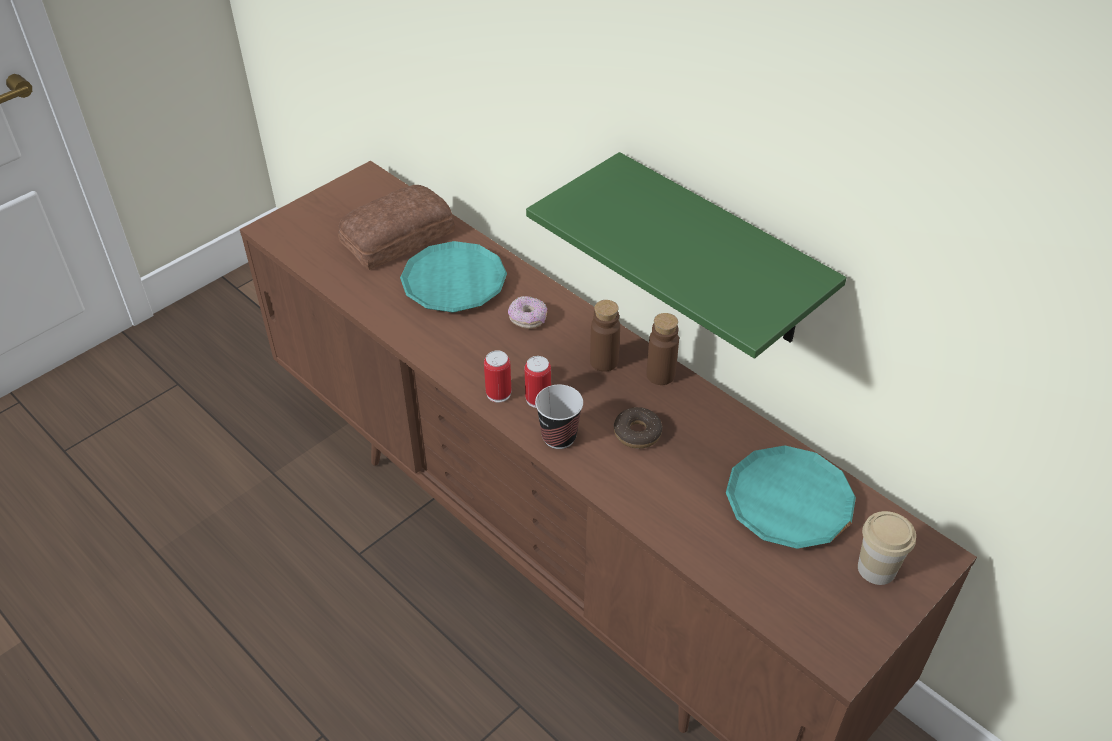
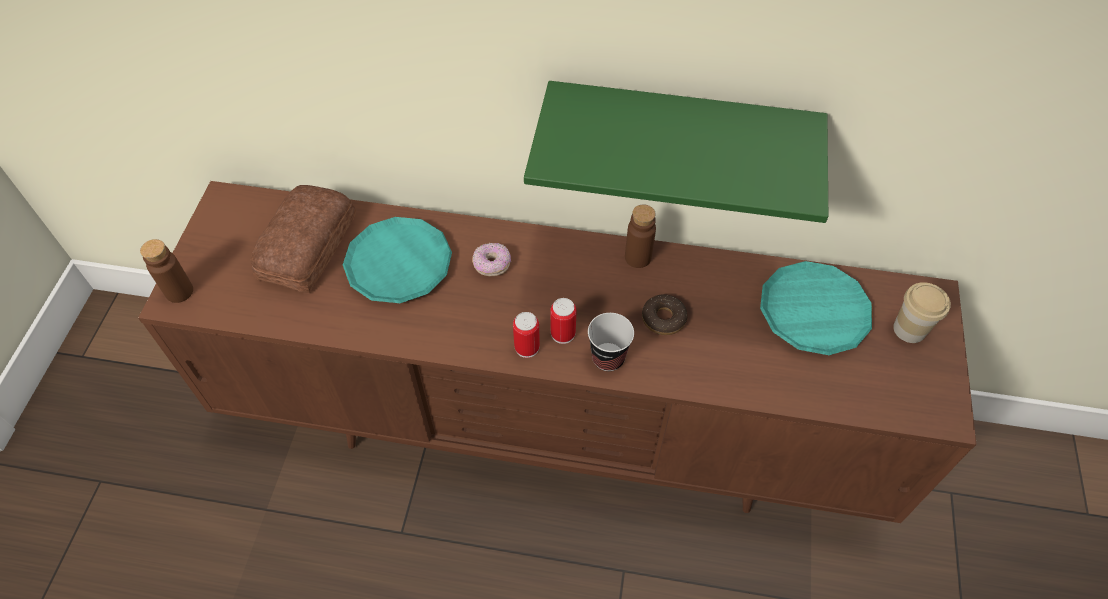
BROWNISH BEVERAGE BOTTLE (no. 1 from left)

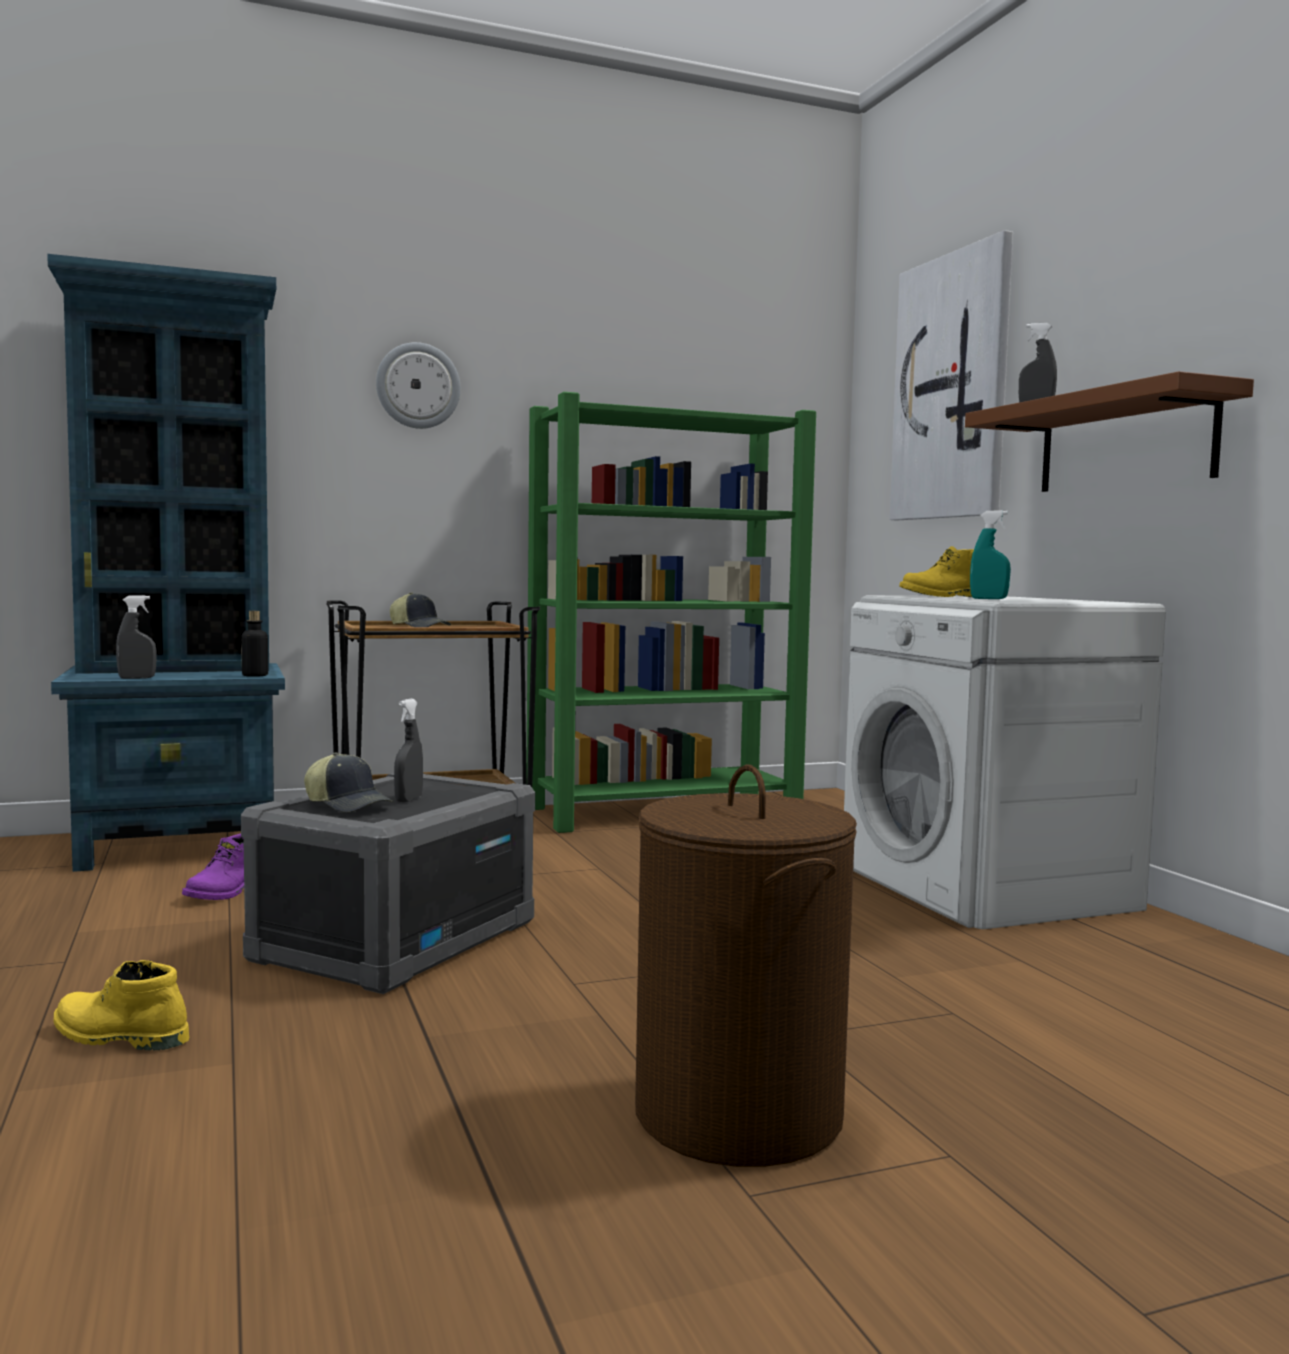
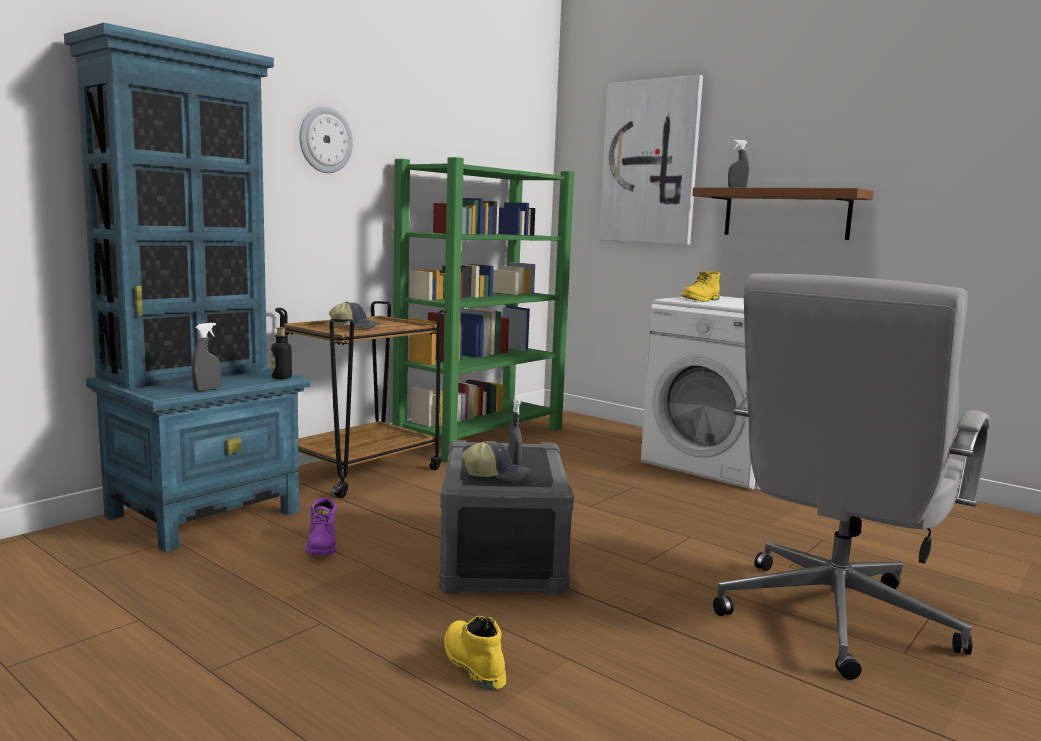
YELLOW BOOT (no. 1 from left)
GRAY DESK CHAIR
BLUE-GREEN SPRAY BOTTLE

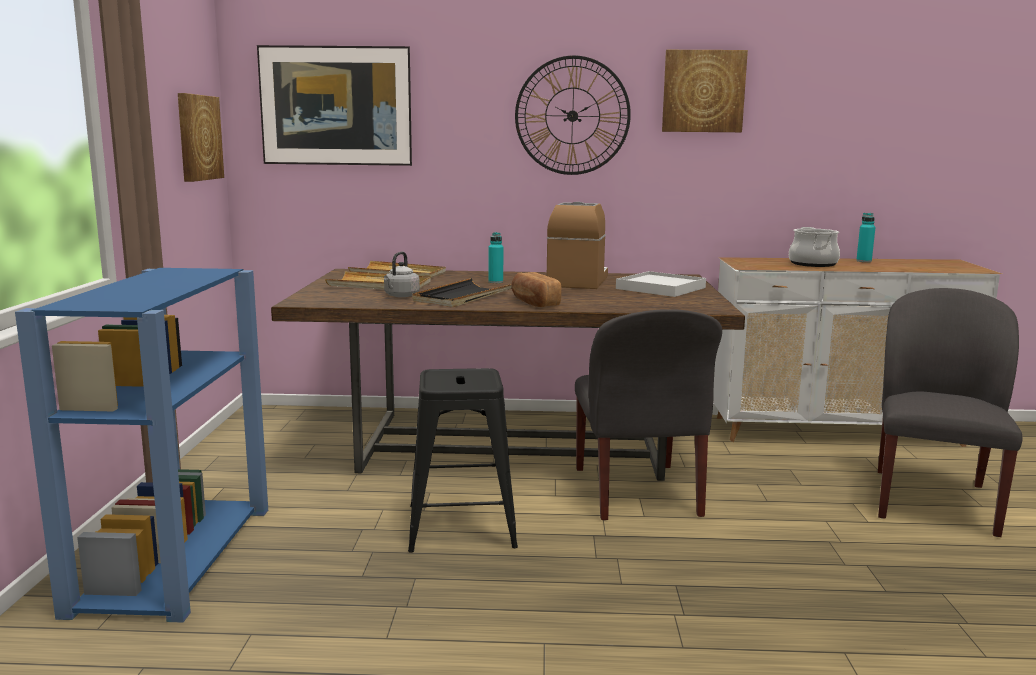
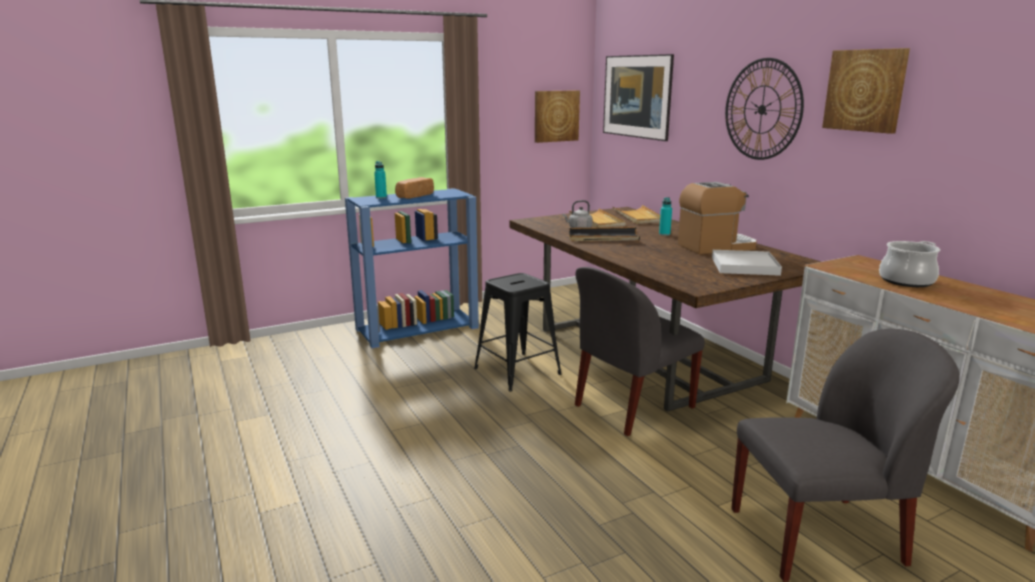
BAKERY BREAD
BLUE-GREEN BEVERAGE BOTTLE (no. 1 from left)

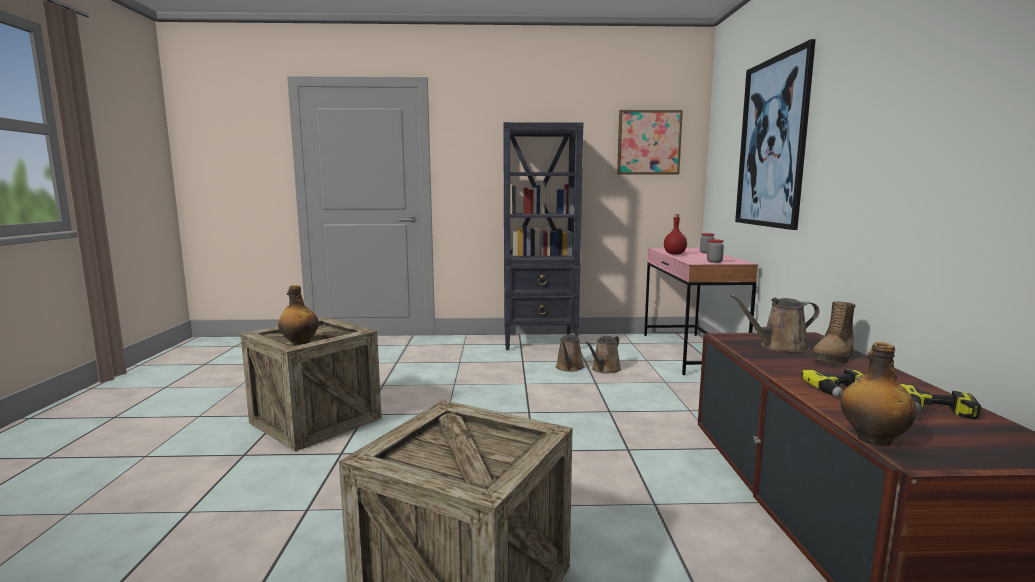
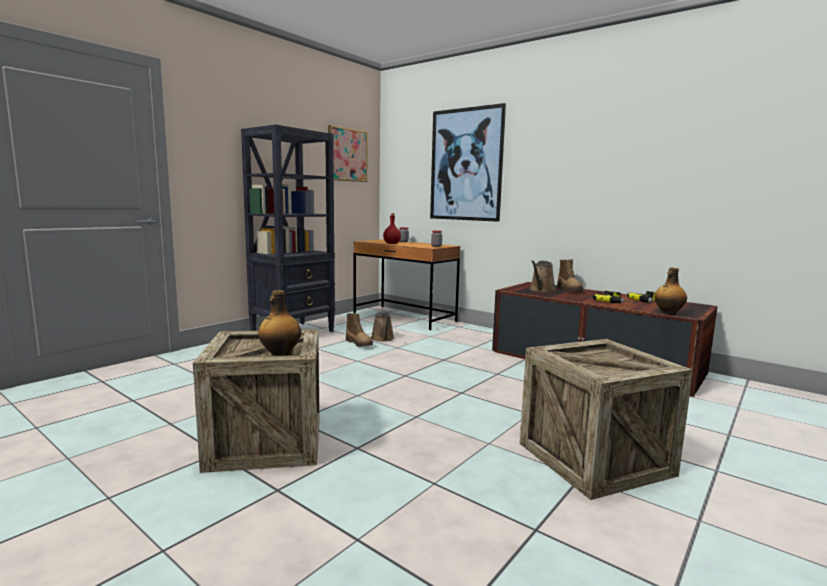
BOOT (no. 1 from left)
BROWNISH DESK TABLE

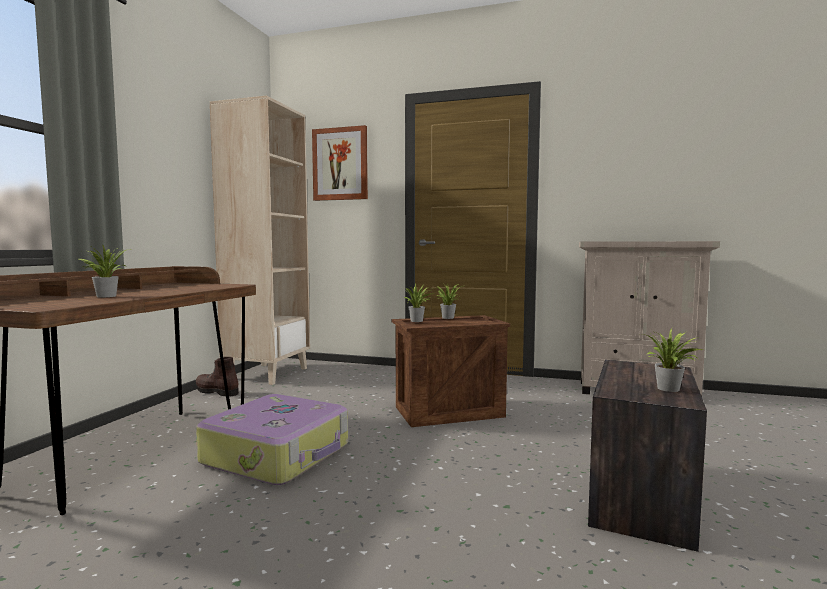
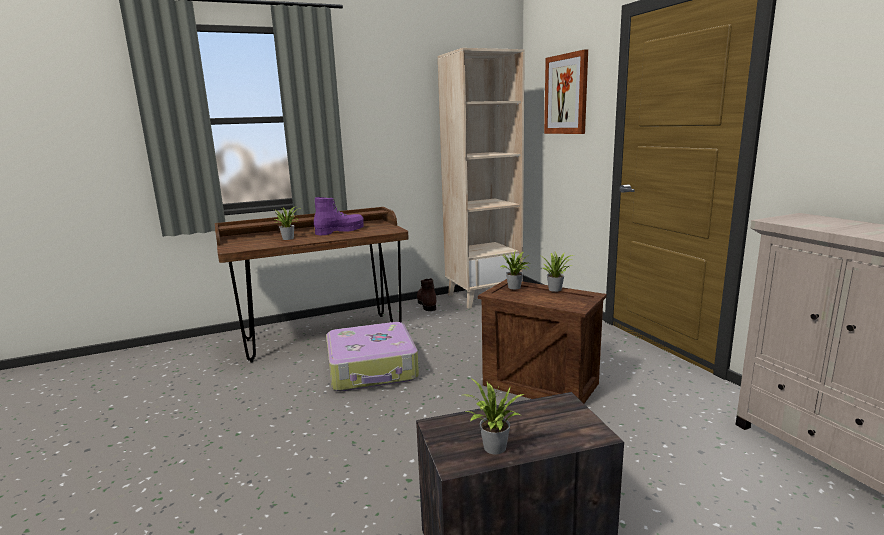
PURPLE BOOT

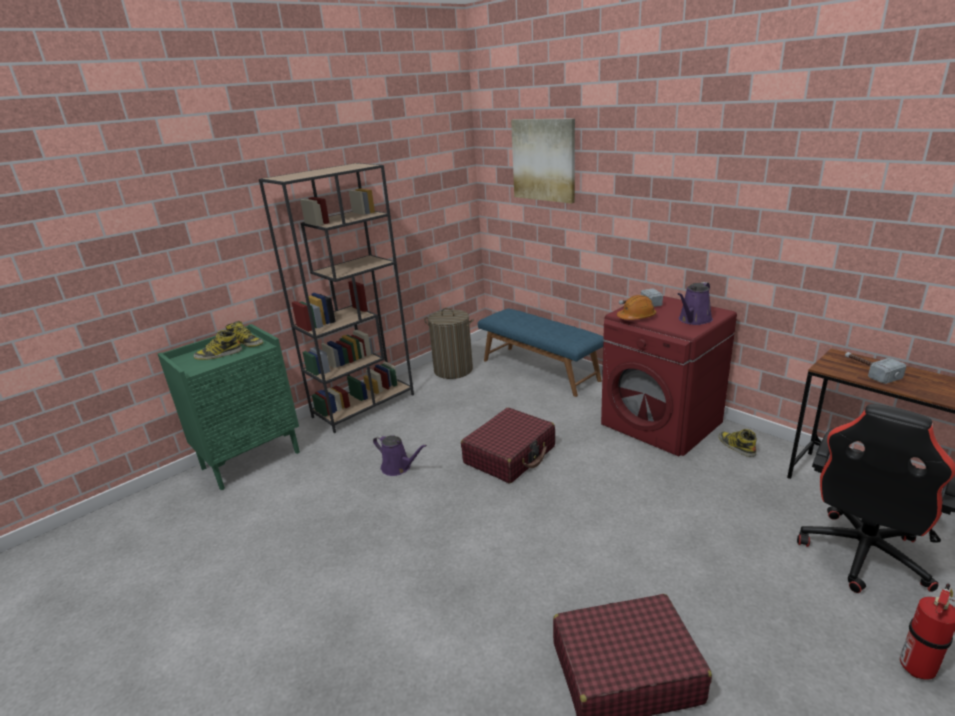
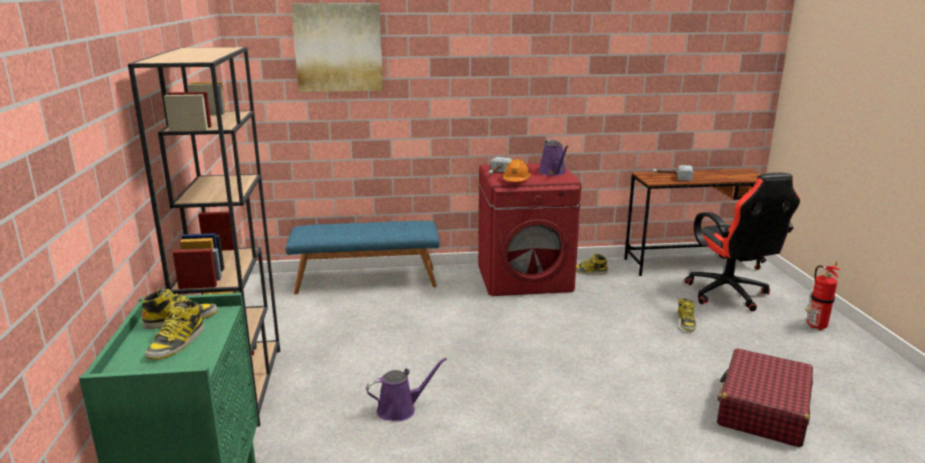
LAUNDRY BASKET
RED-COLOURED SUITCASE (no. 1 from left in the first image)
BOOT (no. 4 from left)

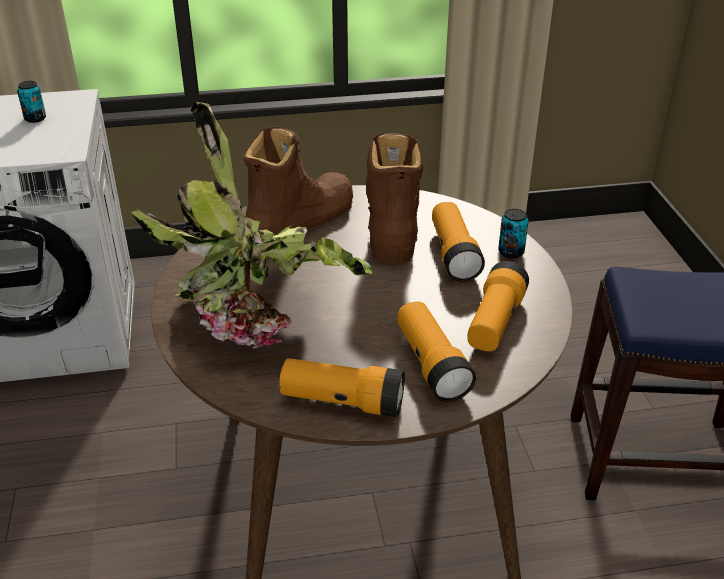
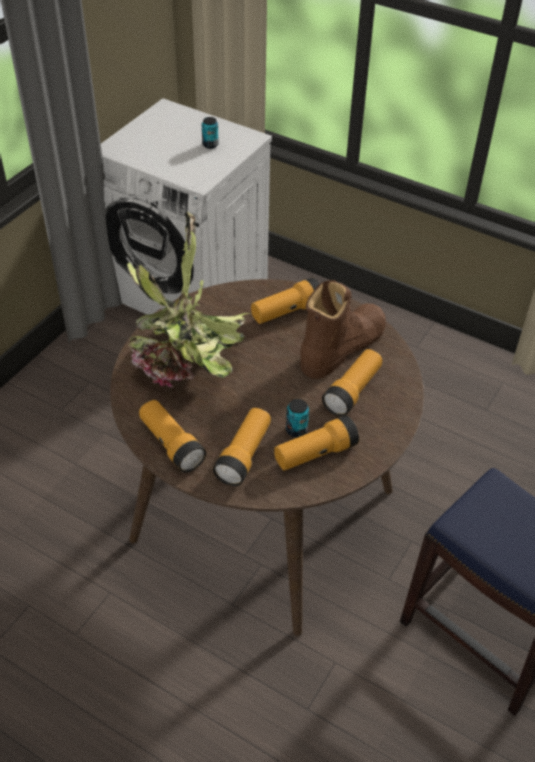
FLASHLIGHT (no. 3 from left)
CAN (no. 2 from left)

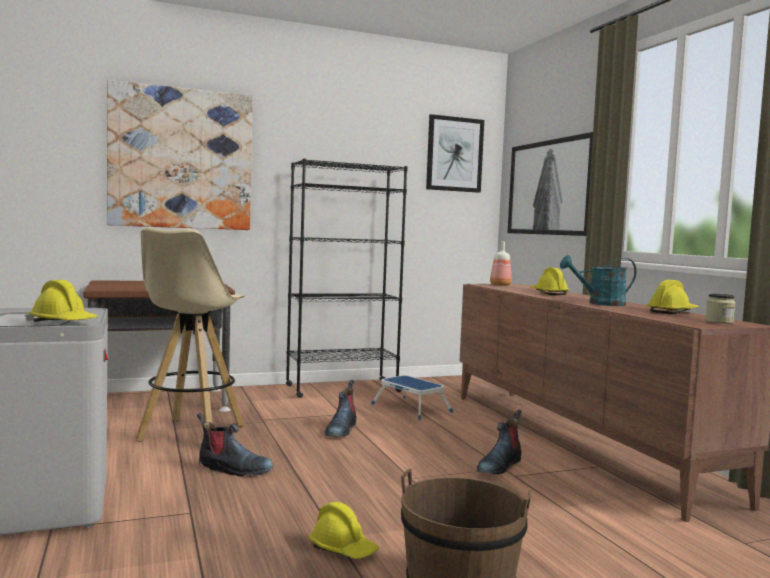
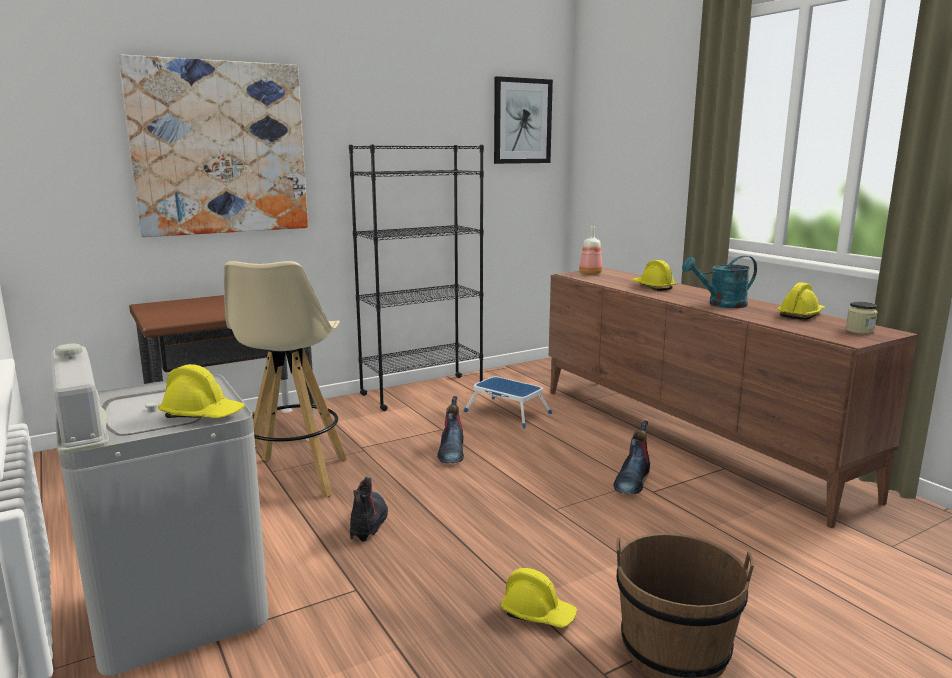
BOOT (no. 1 from left)
WALL ART (no. 3 from left in the first image)

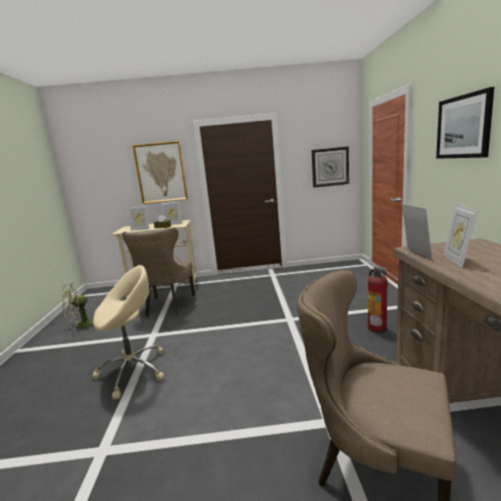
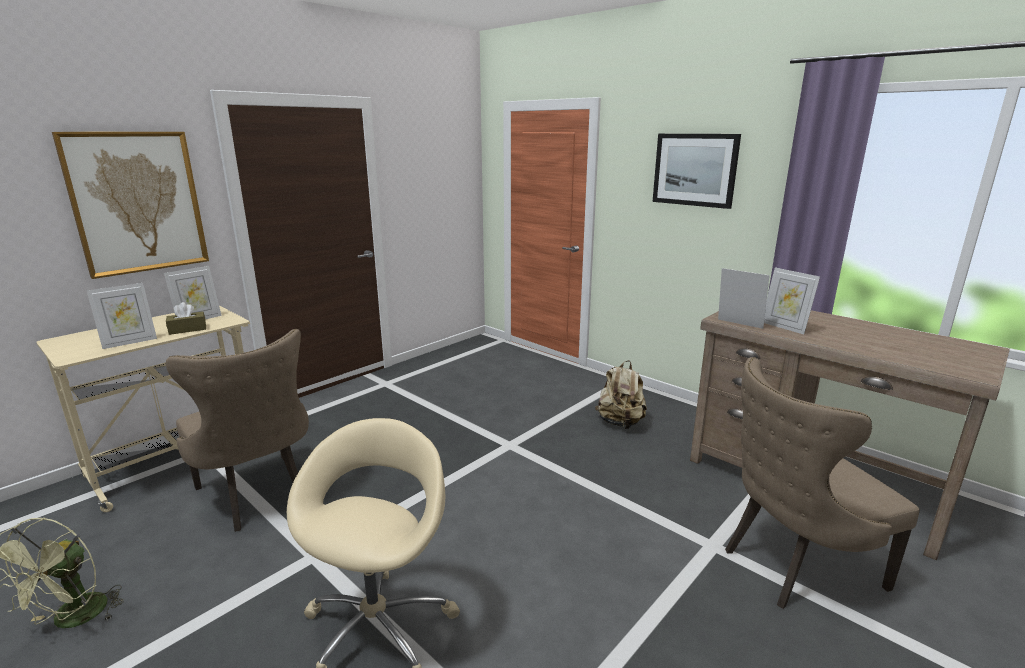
WALL CLOCK
BEIGE-COLOURED RUCKSACK

